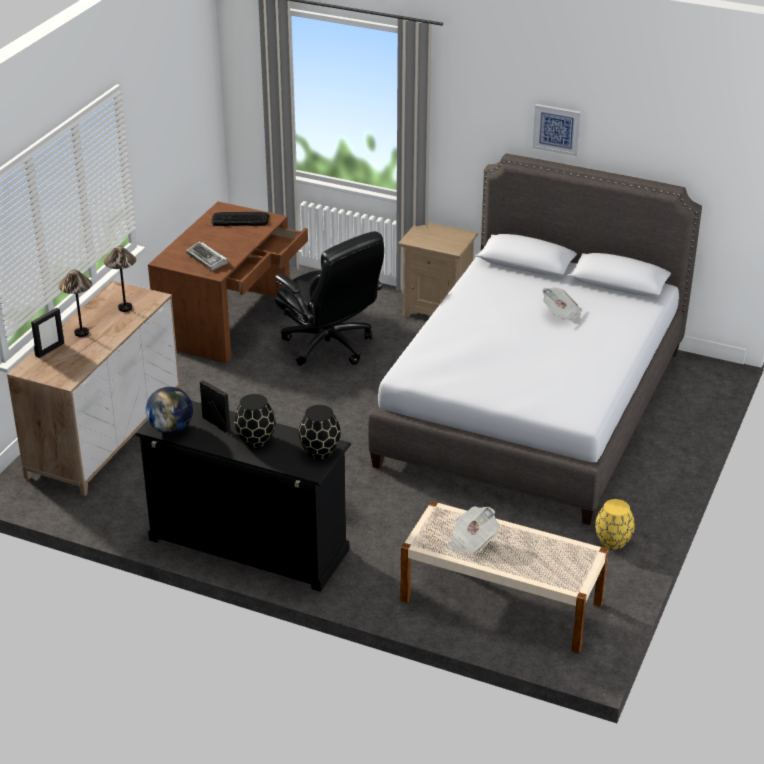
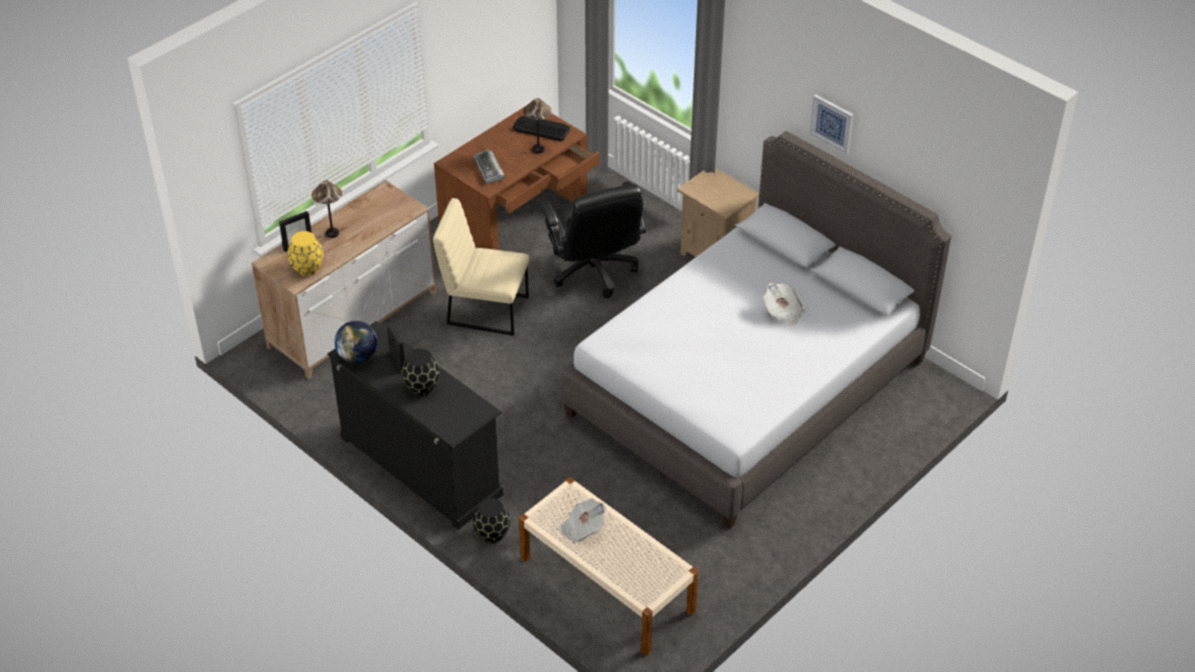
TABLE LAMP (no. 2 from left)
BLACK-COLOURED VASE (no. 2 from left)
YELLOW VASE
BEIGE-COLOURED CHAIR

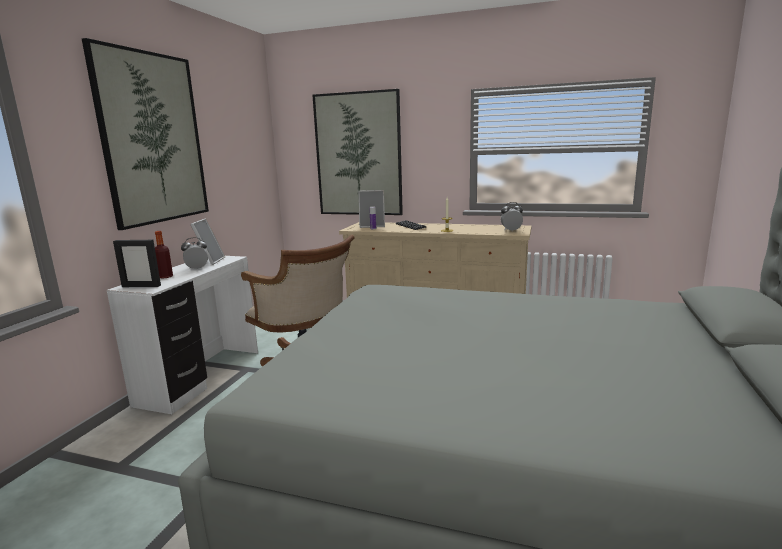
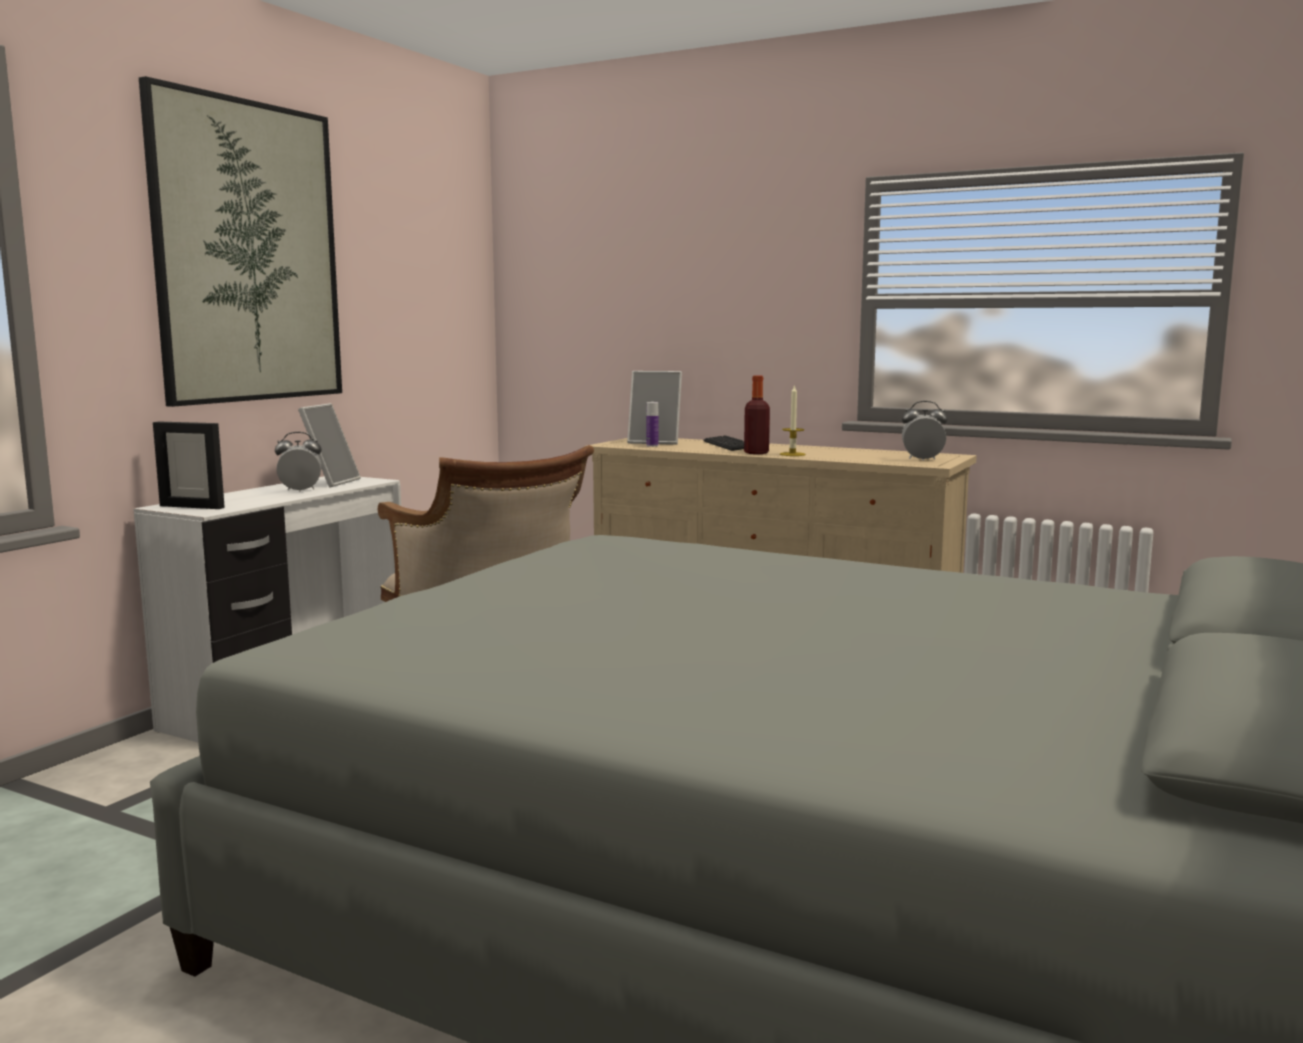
BEVERAGE BOTTLE (no. 2 from left)
WALL ART (no. 2 from left in the first image)

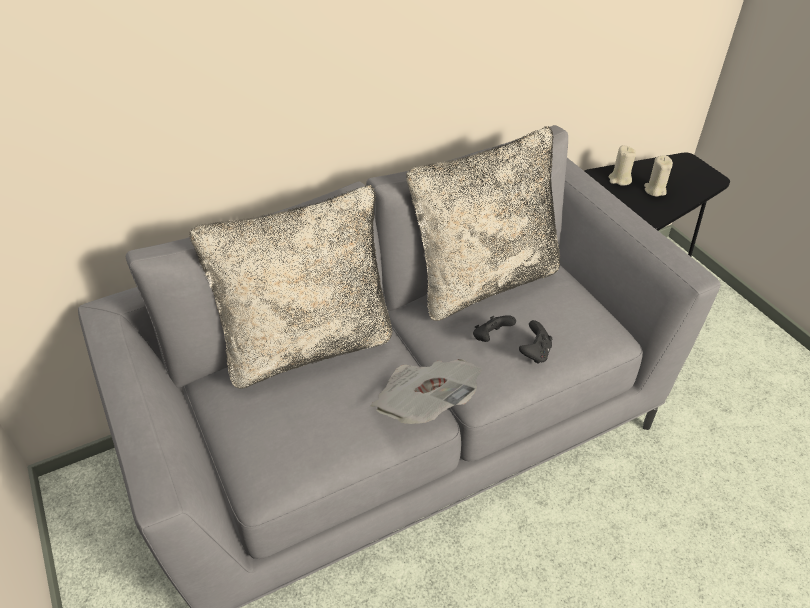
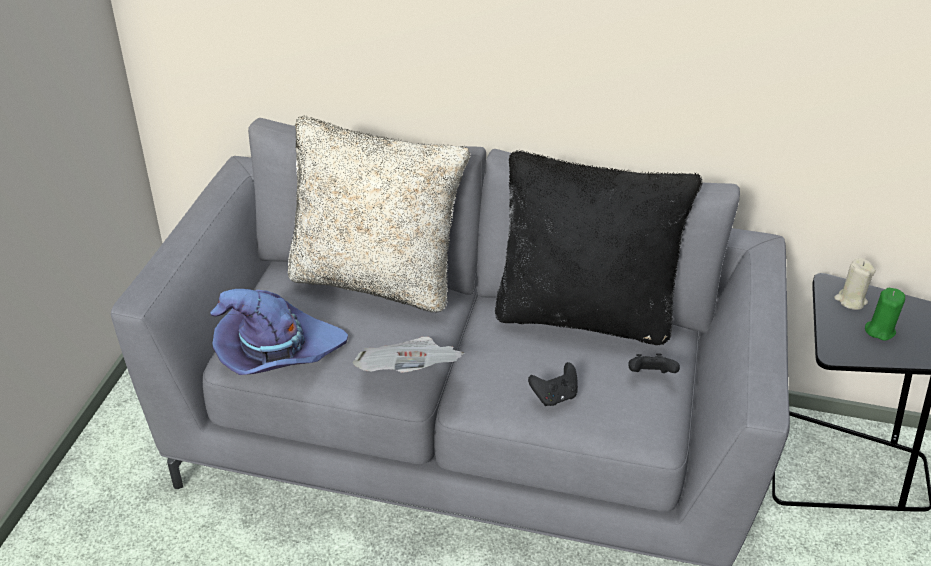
BLACK-COLOURED CUSHION
BLACK-COLOURED GAME CONTROLLER (no. 2 from left)
GREEN-COLOURED WAX CANDLE
PURPLE HAT

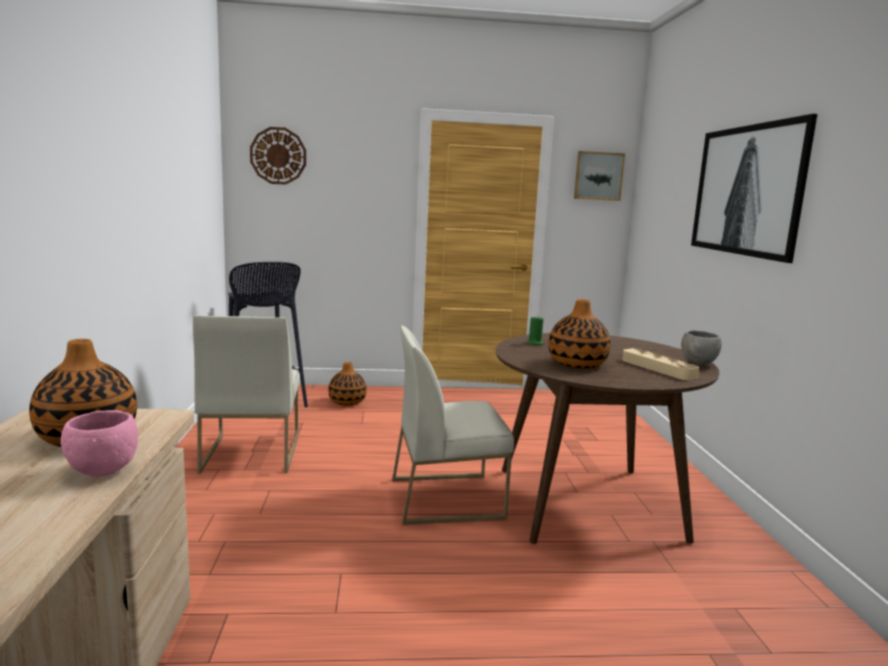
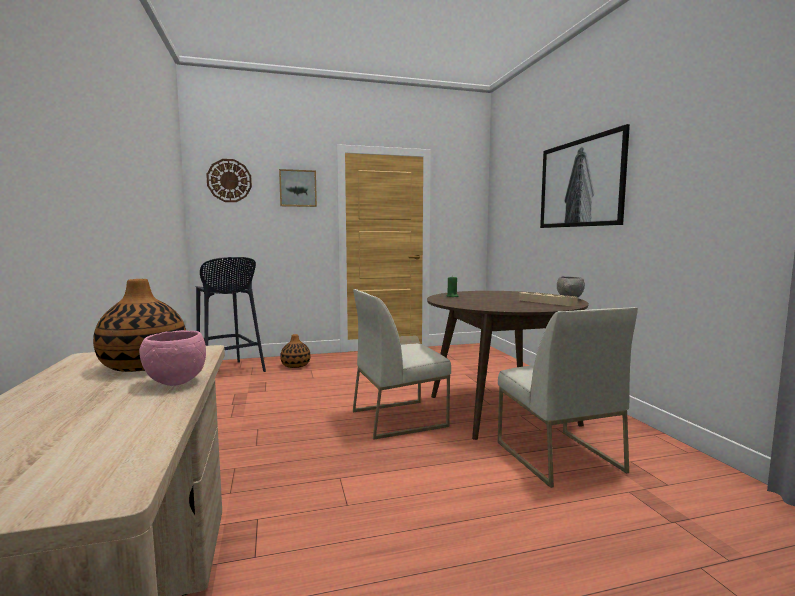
WHITE-COLOURED CHAIR (no. 2 from left)
VASE (no. 3 from left in the first image)
WALL ART (no. 1 from left)

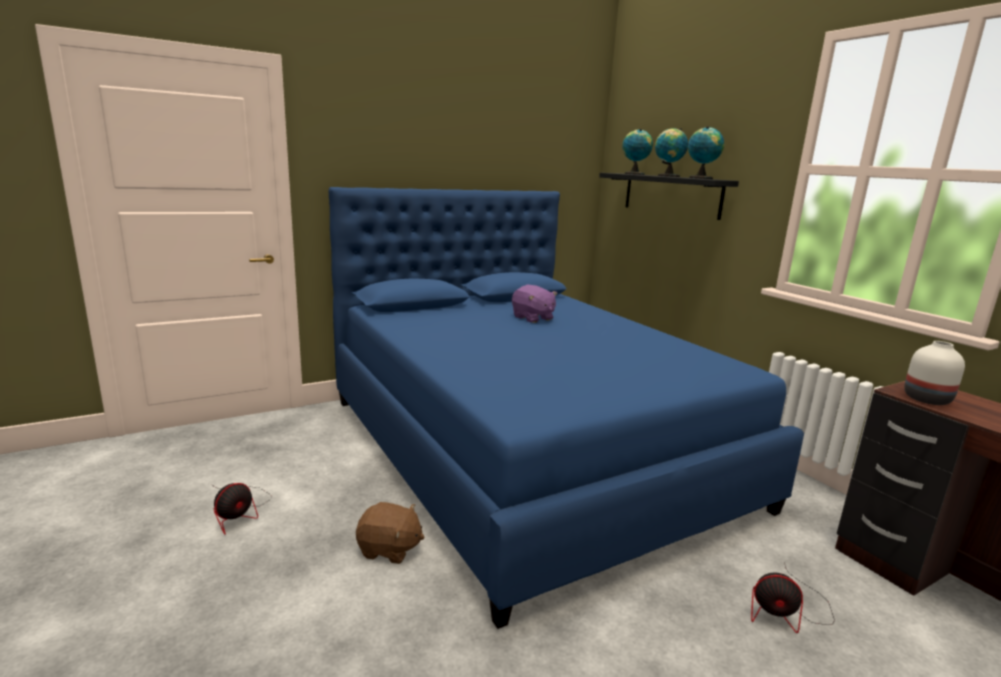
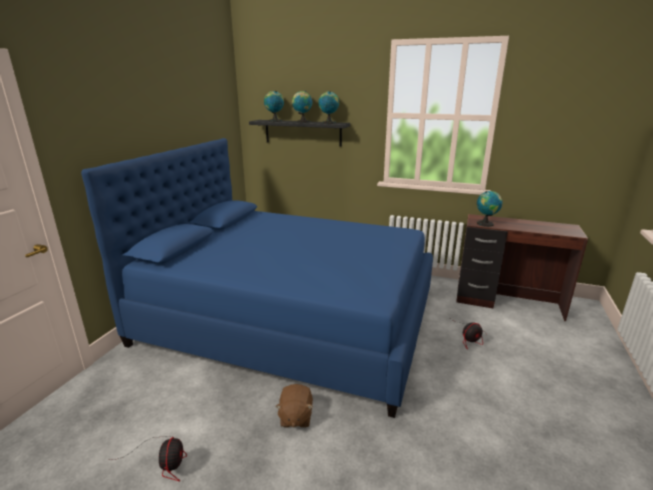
BROWNISH CUDDLY TOY
PURPLE CUDDLY TOY
GLOBE (no. 4 from left)

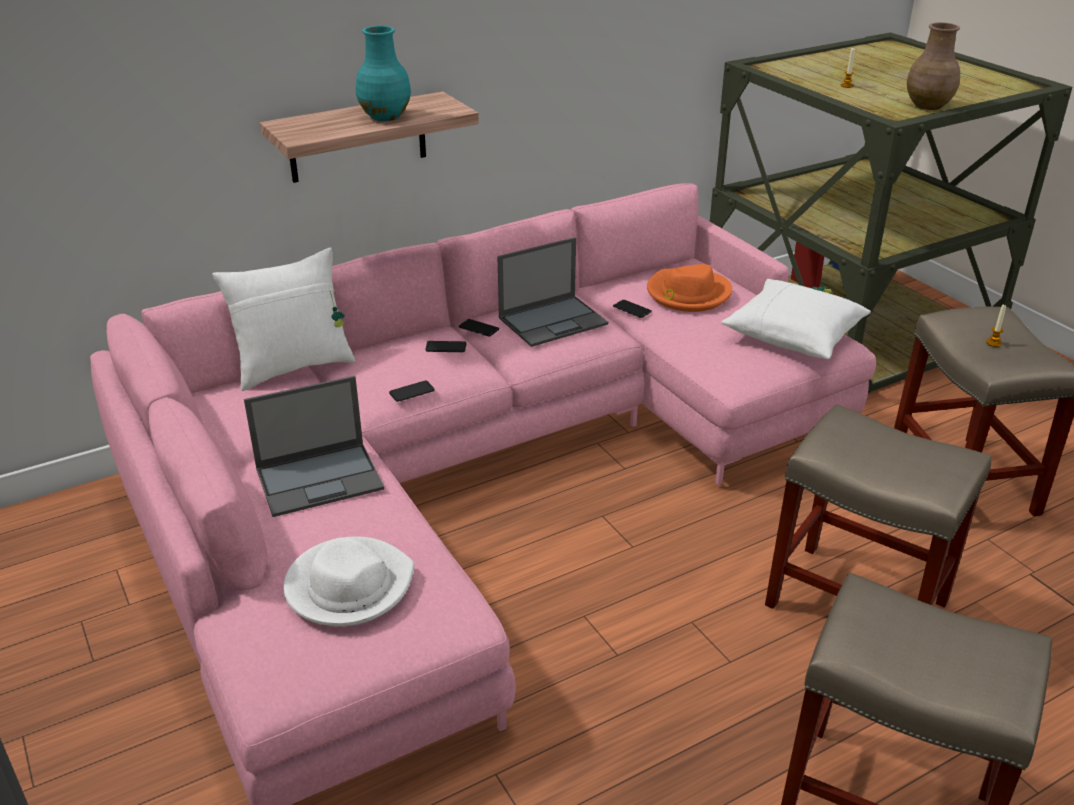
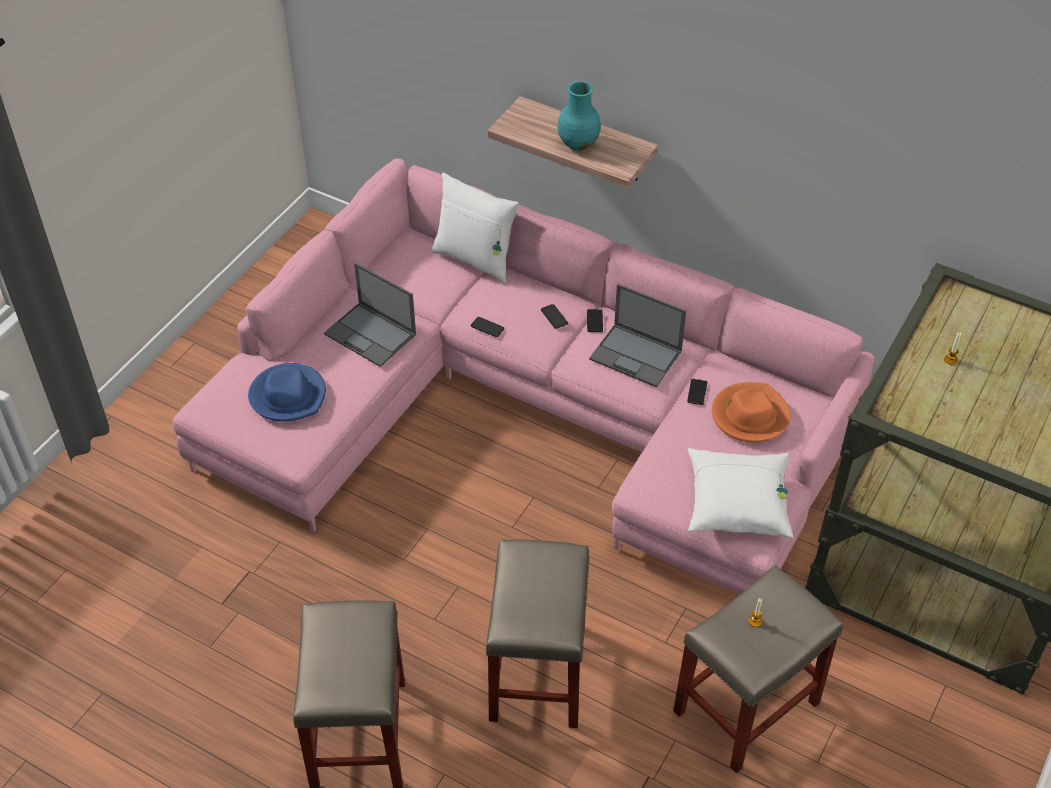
BLUISH HAT
BROWNISH VASE

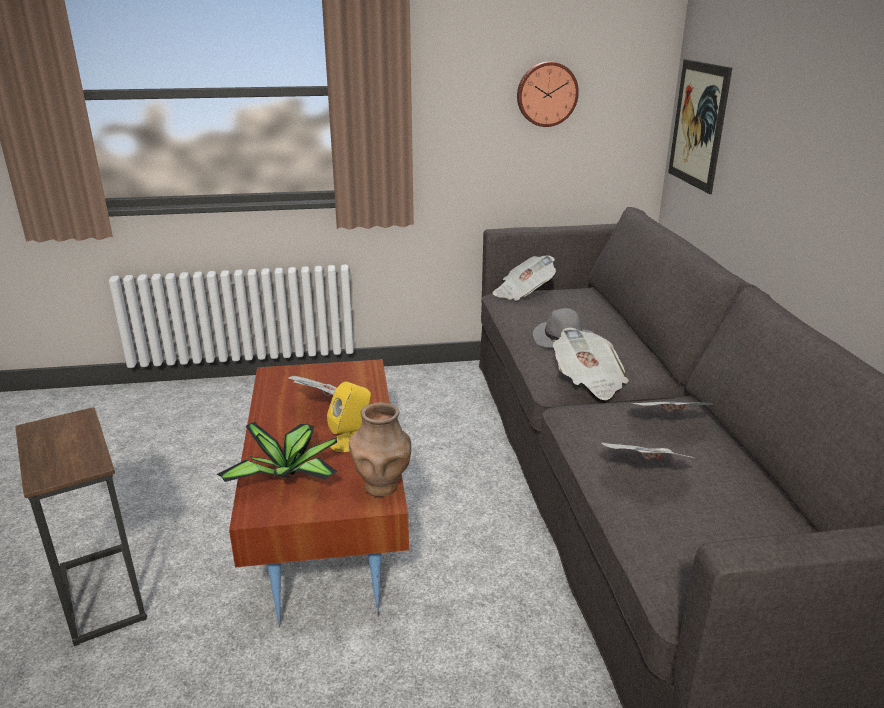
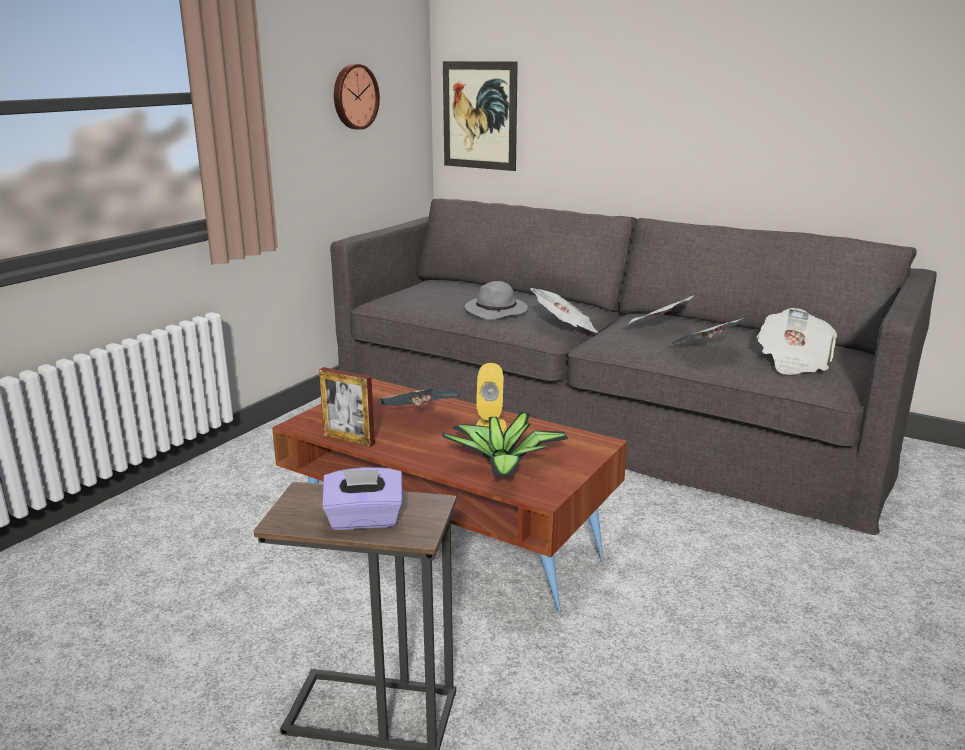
BROWNISH VASE
NEWSPAPER (no. 5 from left)
PICTURE FRAME
PURPLE BOX OF TISSUES

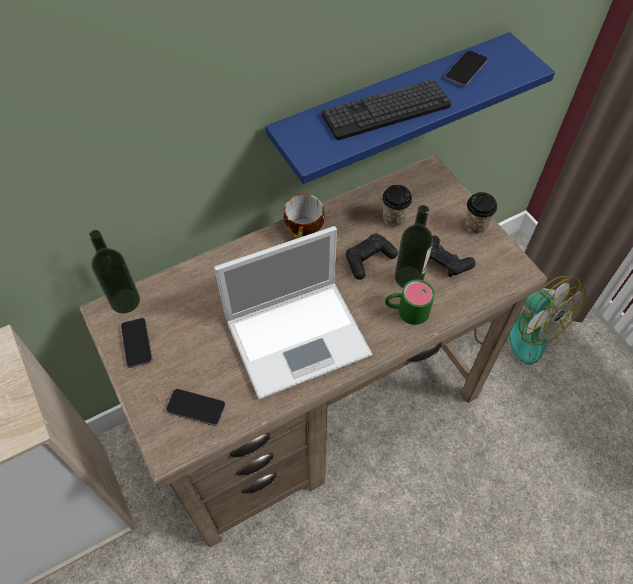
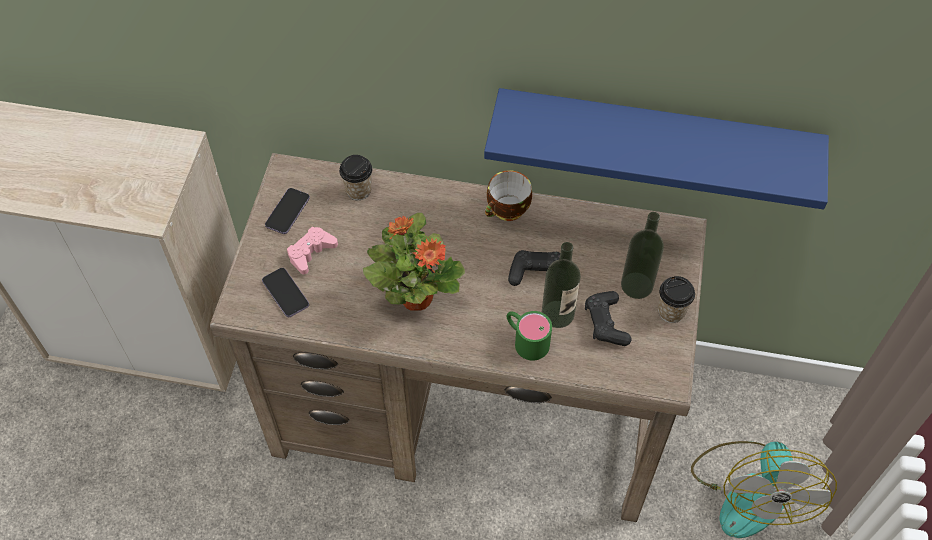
BEVERAGE BOTTLE (no. 2 from left)
HOUSEPLANT
COMPUTER KEYBOARD
DRINKING CUP (no. 1 from left)
TELEPHONE (no. 3 from left in the first image)
PINK GAME CONTROLLER

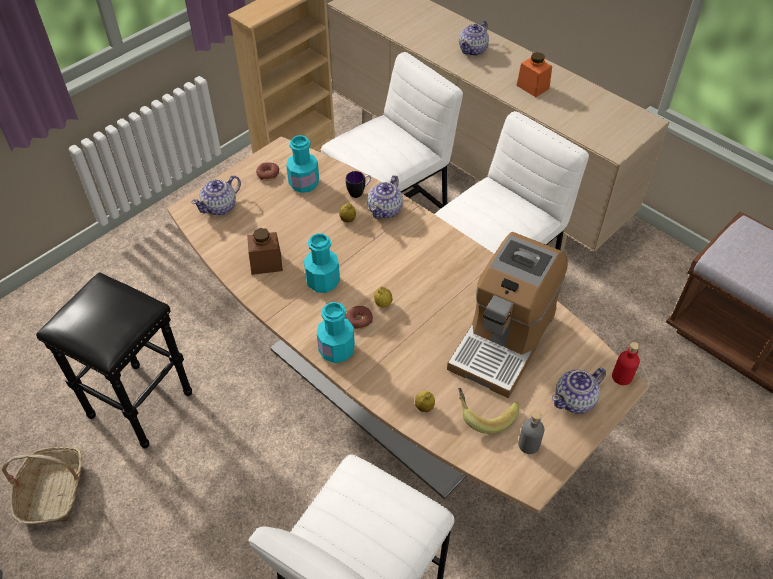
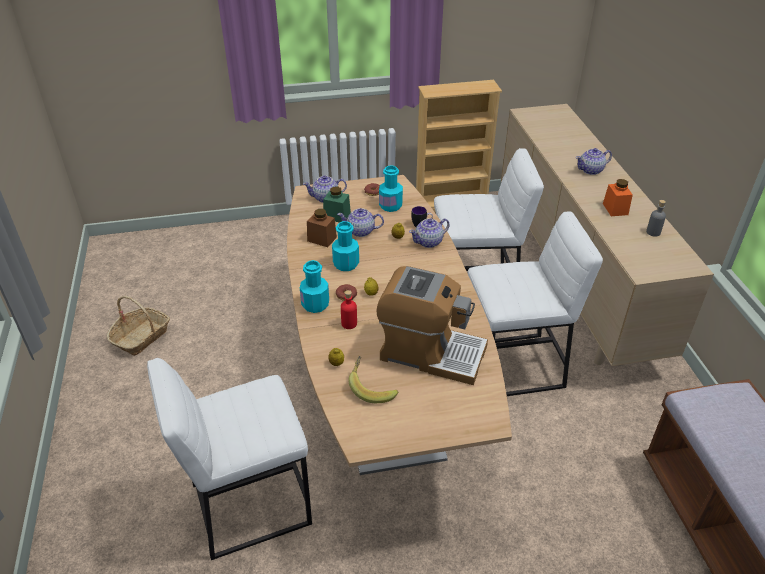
BLACK-COLOURED STOOL SEAT
COFFEE BREWER
GRAY BEVERAGE BOTTLE
POT FOR TEA (no. 2 from left)
RED-COLOURED BEVERAGE BOTTLE
GREEN-COLOURED STORAGE JAR

